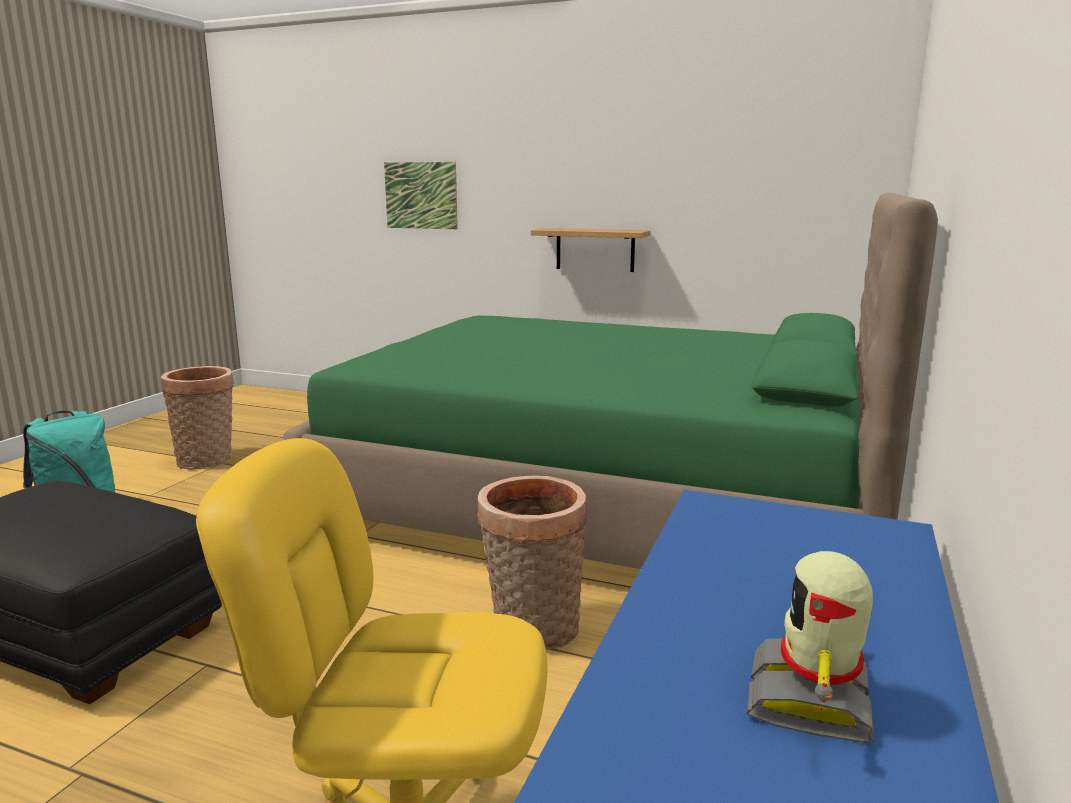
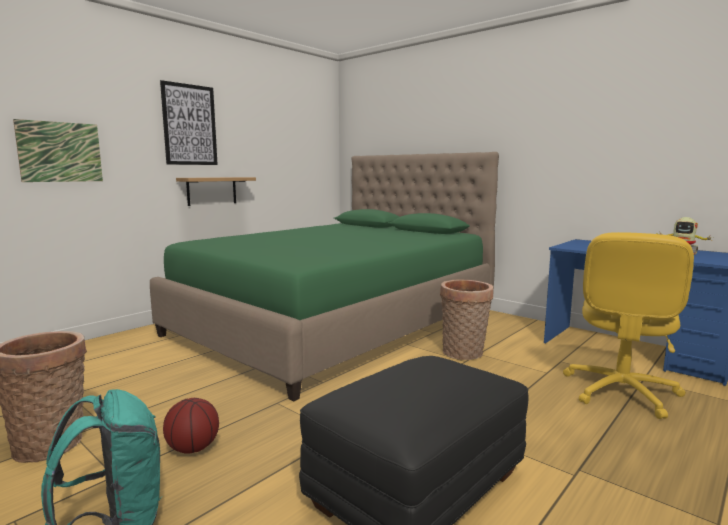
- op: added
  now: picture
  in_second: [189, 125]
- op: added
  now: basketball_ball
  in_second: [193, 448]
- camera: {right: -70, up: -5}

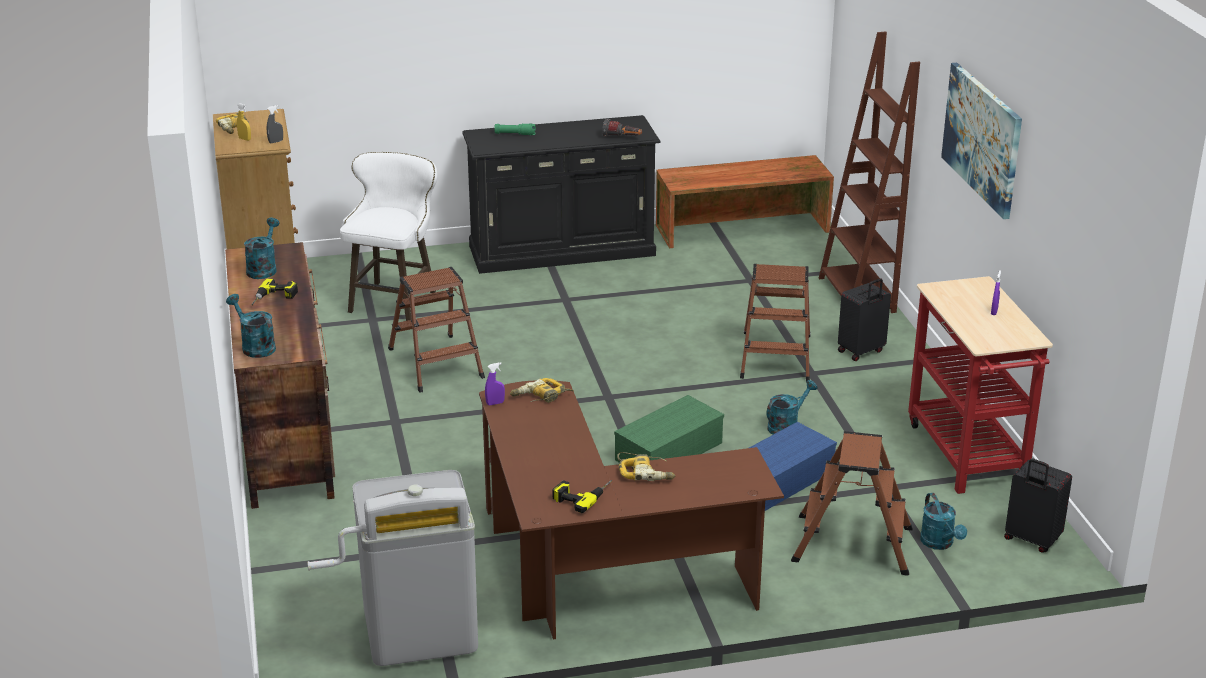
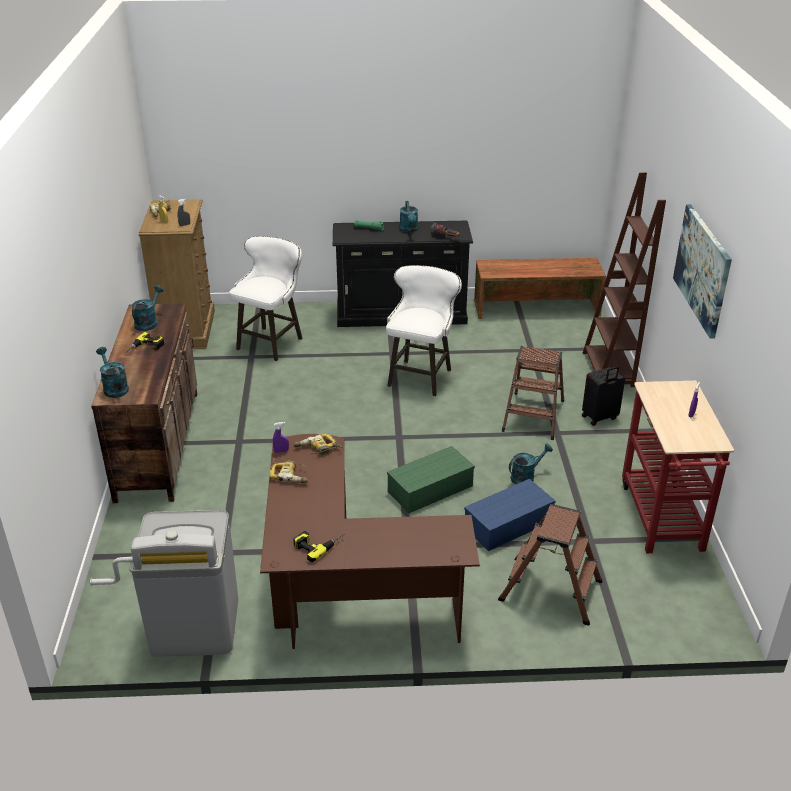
- op: moved
  was: electric_drill
  in_first: [645, 472]
  in_second: [290, 475]
- op: added
  now: whitish_stool
  in_second: [421, 376]
- op: moved
  was: turquoise-coloured_watering_pot
  in_first: [940, 544]
  in_second: [409, 230]
- op: removed
  was: brown-coloured_stepladder
  in_first: [435, 362]
- op: removed
  was: black_piece_of_luggage
  in_first: [1031, 540]
- camera: {right: 10, up: 5}

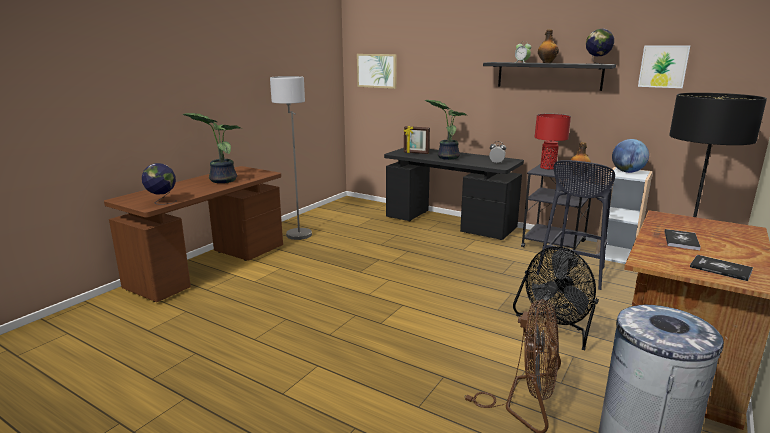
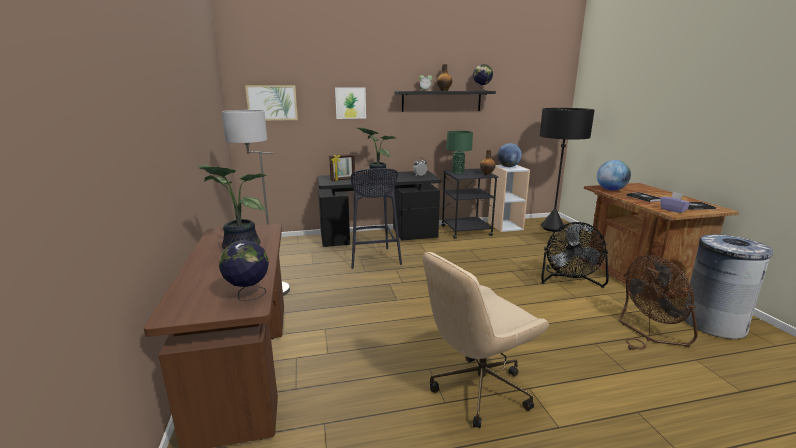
- op: moved
  was: picture
  in_first: [663, 66]
  in_second: [350, 103]
- op: moved
  was: grey_stool
  in_first: [573, 273]
  in_second: [373, 258]
- op: added
  now: beige_office_chair
  in_second: [477, 392]
- op: recoloured
  was: reddish_lamp_for_a_table
  now: green-coloured_lamp_for_a_table
  in_first: [548, 167]
  in_second: [458, 173]
- op: added
  now: world_globe
  in_second: [611, 190]
- op: added
  now: purple-coloured_tissue_holder
  in_second: [673, 210]
- camera: {right: -45, up: 0}

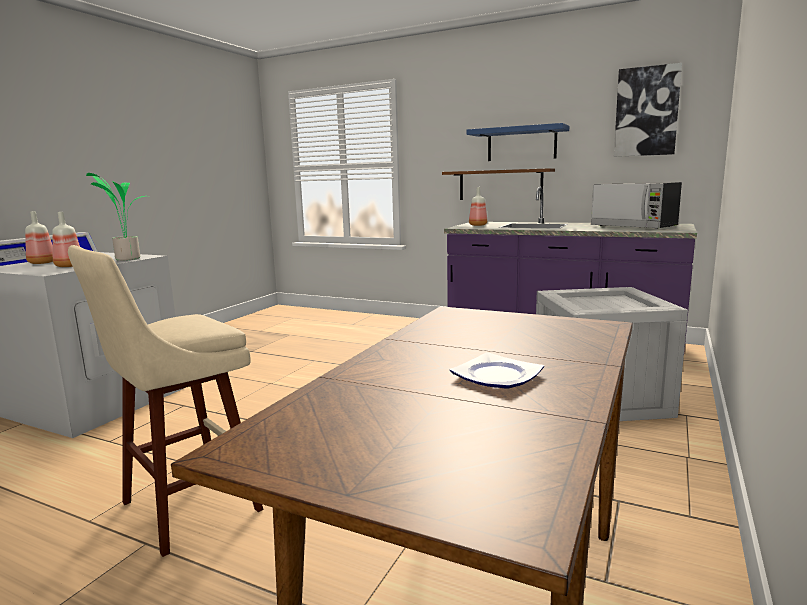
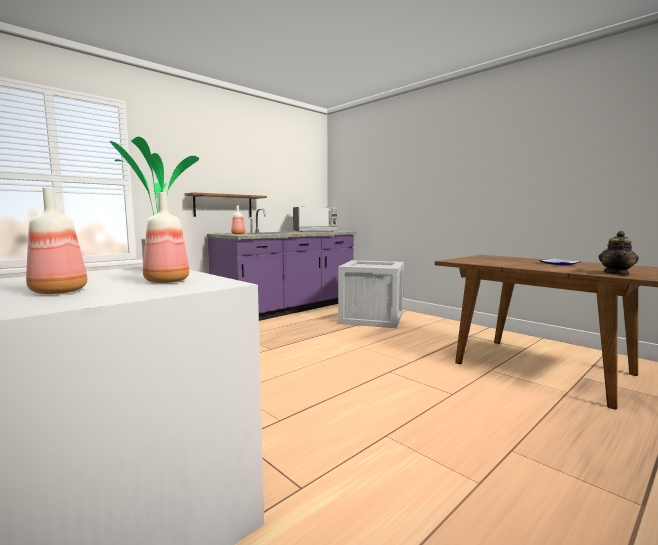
- op: added
  now: pot_for_tea
  in_second: [616, 273]
- op: removed
  was: beige_stool
  in_first: [185, 508]
- op: removed
  was: blue-coloured_shelf
  in_first: [521, 144]
- op: removed
  was: picture
  in_first: [646, 112]
- camera: {right: -70, up: -5}

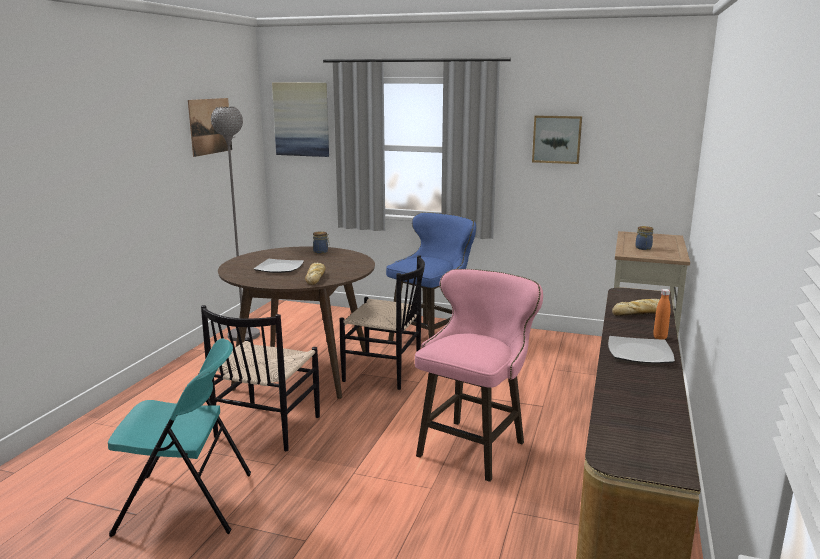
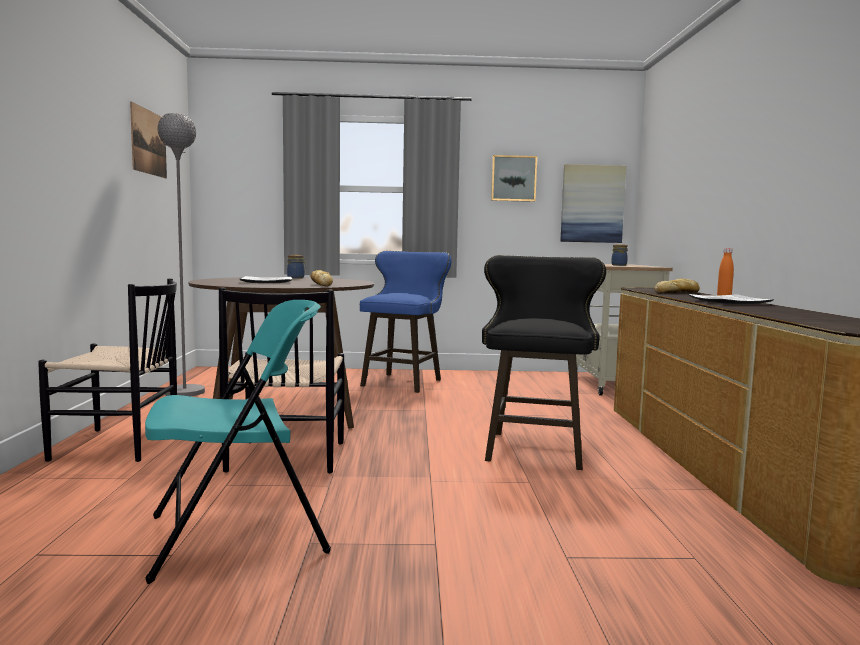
- op: moved
  was: black_chair
  in_first: [386, 372]
  in_second: [122, 445]
- op: recoloured
  was: pink-coloured_stool
  now: black_stool
  in_first: [474, 446]
  in_second: [535, 448]
- op: moved
  was: picture
  in_first: [301, 119]
  in_second: [592, 204]
- camera: {right: -20, up: -10}

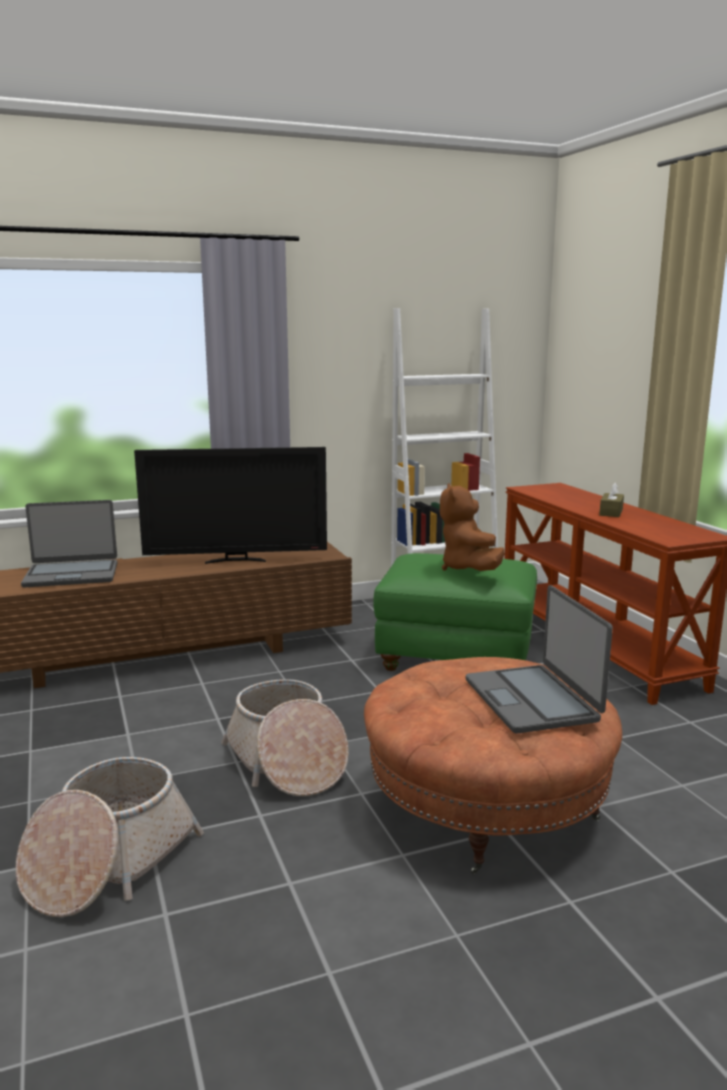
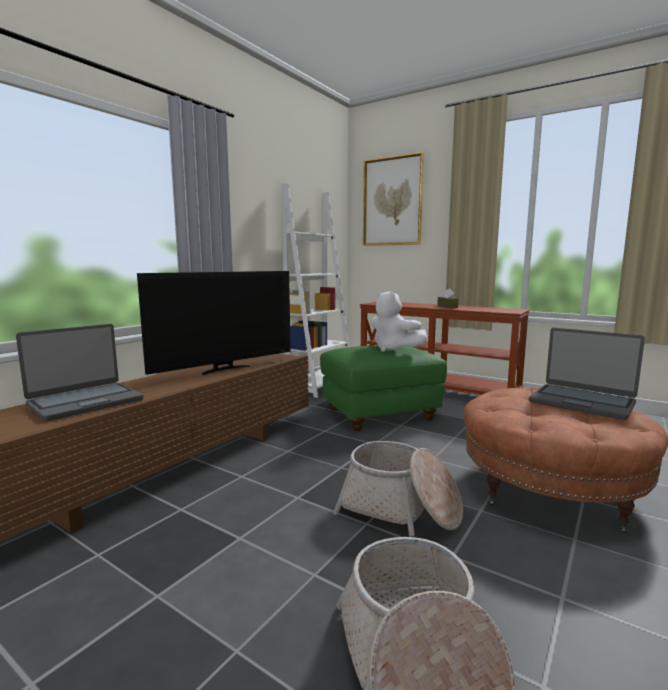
- op: added
  now: picture
  in_second: [392, 201]
- op: recoloured
  was: brown-coloured_cuddly_toy
  now: whitish_cuddly_toy
  in_first: [468, 569]
  in_second: [393, 349]
- camera: {right: -35, up: -5}

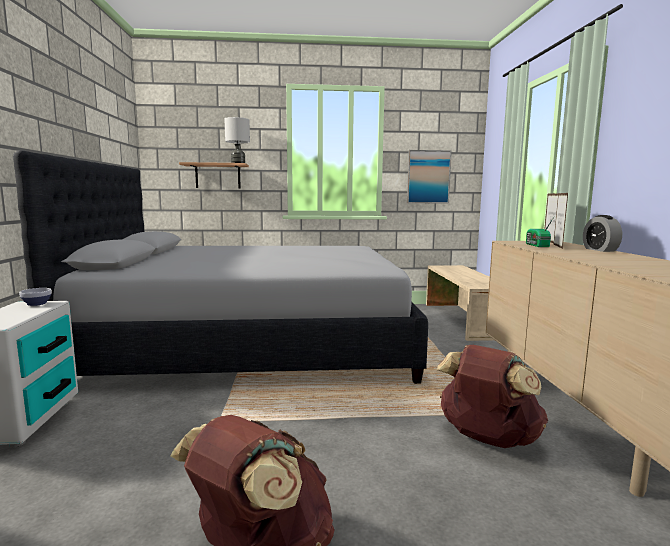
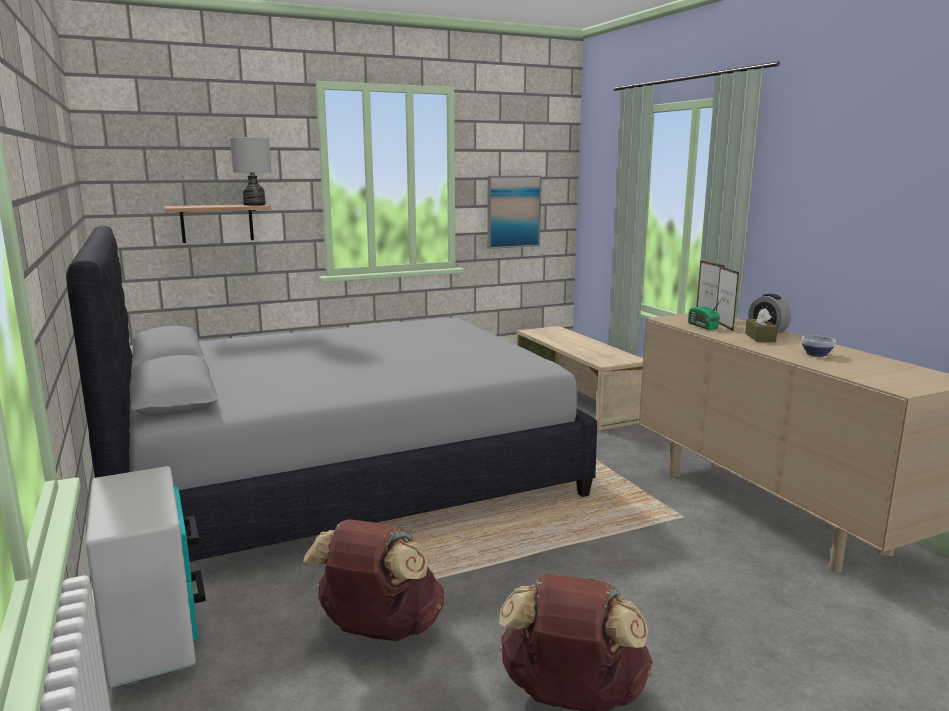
- op: moved
  was: brown-coloured_rucksack
  in_first: [487, 439]
  in_second: [379, 631]
- op: added
  now: brown-coloured_tissue_holder
  in_second: [760, 338]
- op: moved
  was: serving_bowl
  in_first: [38, 303]
  in_second: [816, 354]
- camera: {right: -20, up: 5}

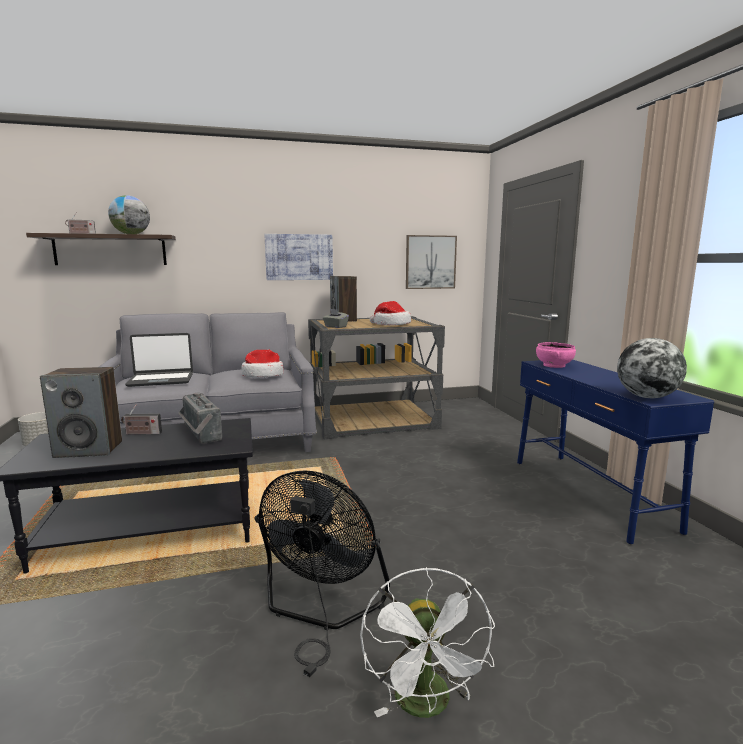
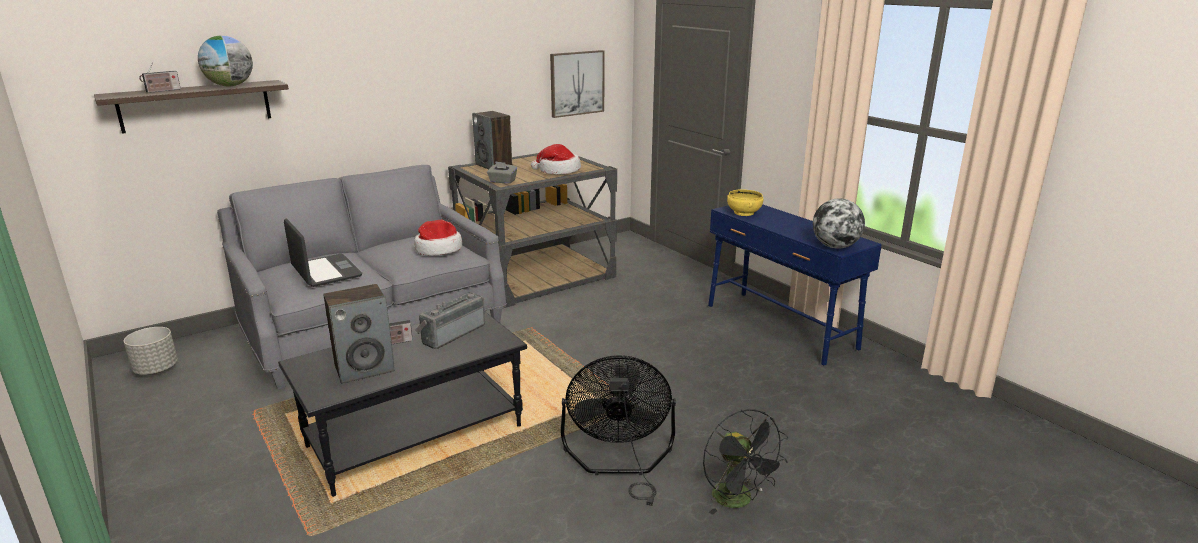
- op: turned
  was: portable_computer
  in_first: [161, 380]
  in_second: [325, 272]
  clockwise: -90
- op: turned
  was: radio
  in_first: [198, 433]
  in_second: [452, 333]
  clockwise: 90
- op: recoloured
  was: whitish_fan
  now: black_fan
  in_first: [426, 706]
  in_second: [738, 501]
- op: recoloured
  was: pink-coloured_serving_bowl
  now: yellowish_serving_bowl
  in_first: [553, 365]
  in_second: [743, 213]
- op: removed
  was: picture
  in_first: [299, 257]
- camera: {right: -20, up: 10}

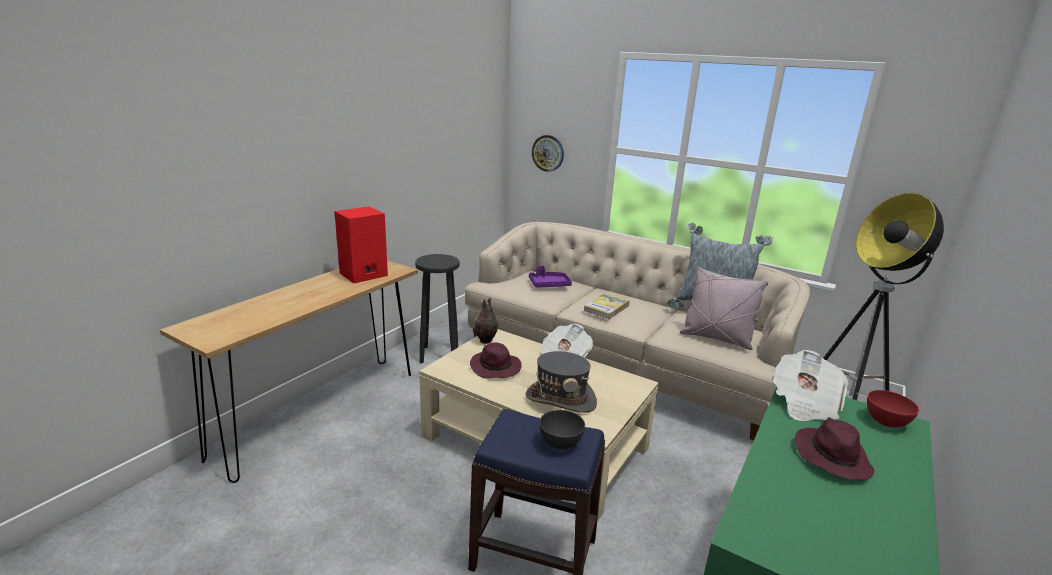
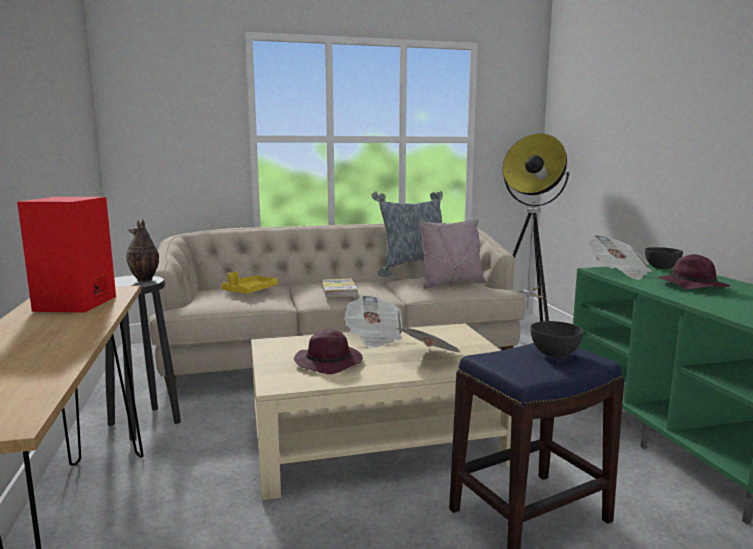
- op: moved
  was: flower_vase
  in_first: [485, 341]
  in_second: [144, 280]
- op: recoloured
  was: purple-coloured_carrying_tray
  now: yellowish_carrying_tray
  in_first: [549, 284]
  in_second: [249, 291]
- op: replaced
  was: grey_wearable_hat
  now: printed_paper
  in_first: [561, 399]
  in_second: [431, 358]
- op: recoloured
  was: reddish_serving_bowl
  now: grey_serving_bowl
  in_first: [886, 422]
  in_second: [661, 268]
- op: removed
  was: wall_clock
  in_first: [548, 153]
- camera: {right: -45, up: -10}

